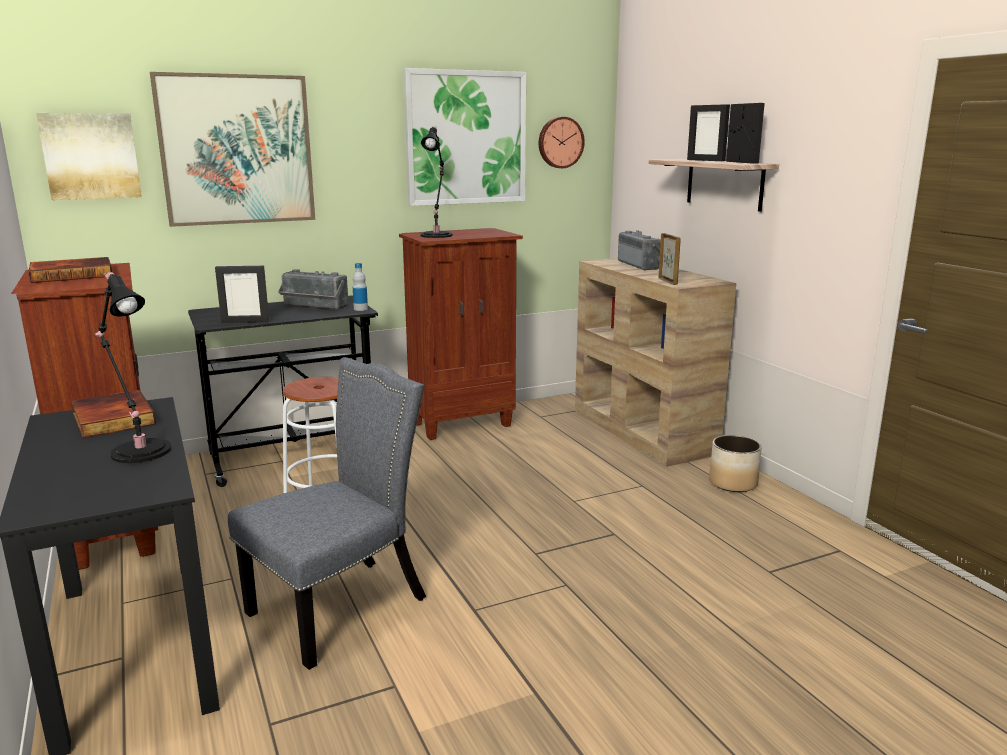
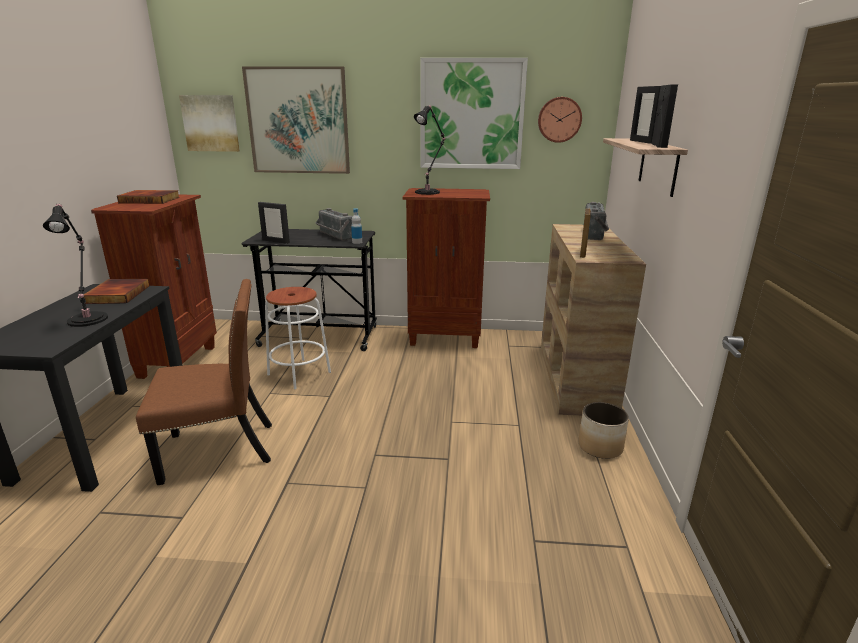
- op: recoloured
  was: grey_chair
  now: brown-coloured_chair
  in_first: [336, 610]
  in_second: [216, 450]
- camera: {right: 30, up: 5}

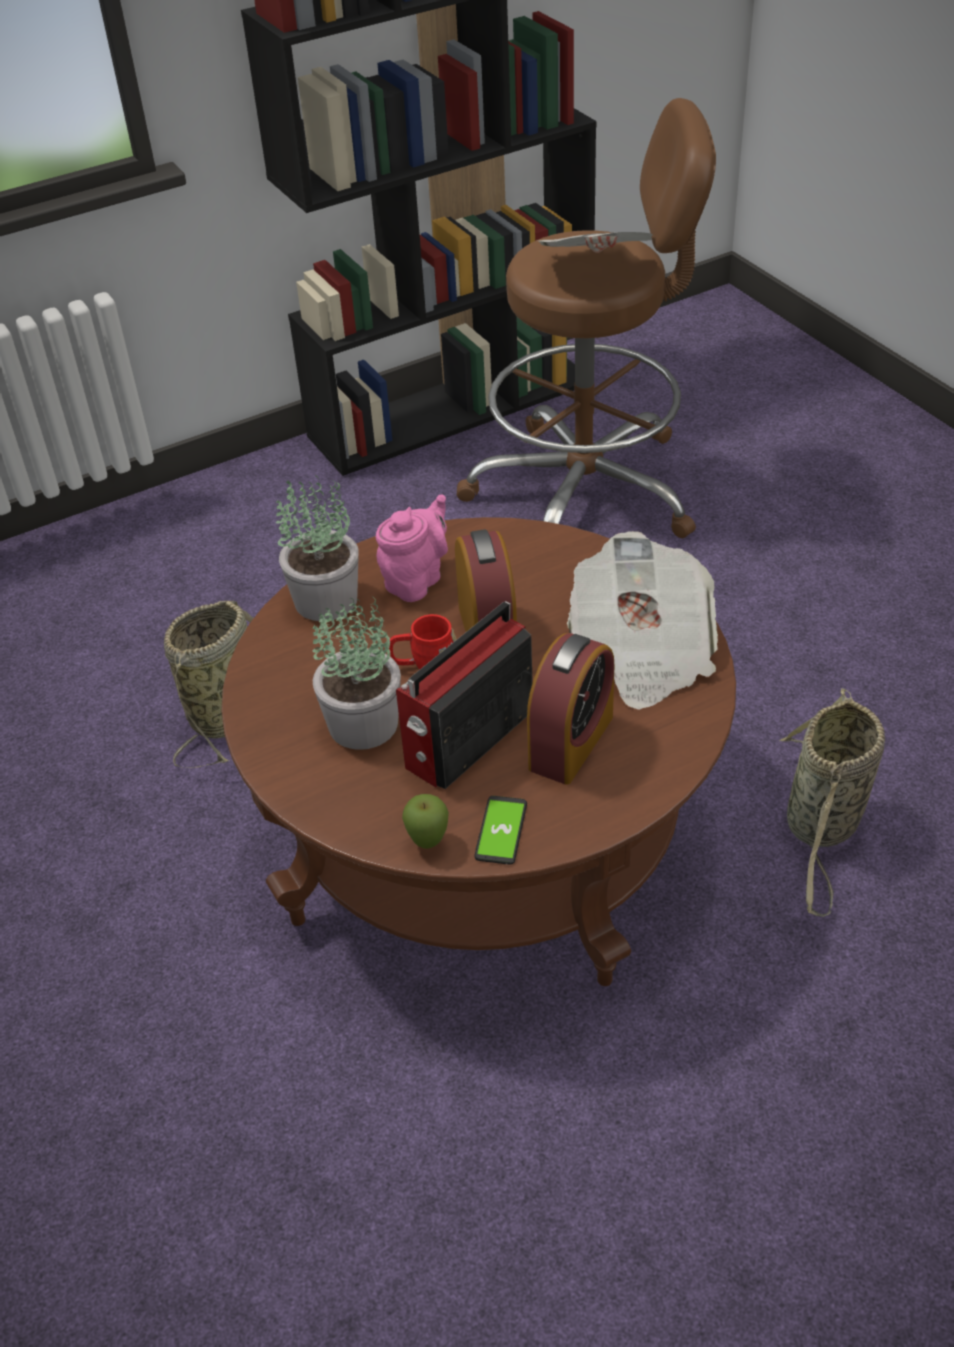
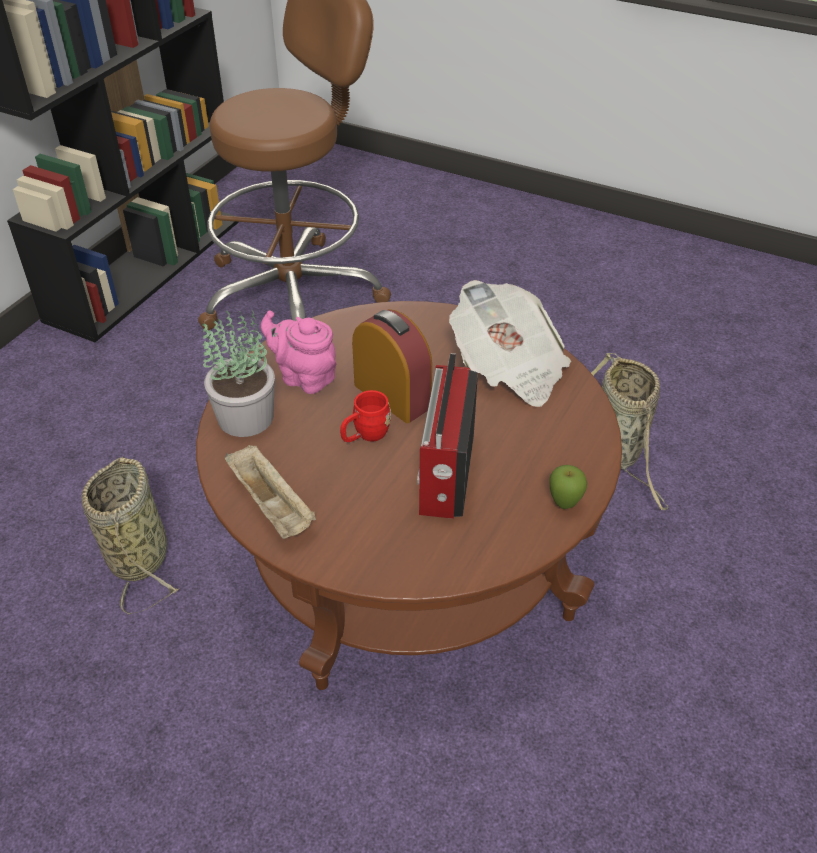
- op: added
  now: beige_carrying_tray
  in_second: [272, 506]
- op: turned
  was: pink-coloured_pot_for_tea
  in_first: [416, 580]
  in_second: [304, 377]
  clockwise: -60
- op: moved
  was: whole_apple
  in_first: [428, 842]
  in_second: [564, 504]
- op: removed
  was: potted_plant
  in_first: [365, 724]
- op: removed
  was: handset
  in_first: [501, 831]
- op: removed
  was: alarm_clock
  in_first: [571, 742]
- op: removed
  was: printed_paper
  in_first: [597, 272]
- camera: {right: -35, up: 0}

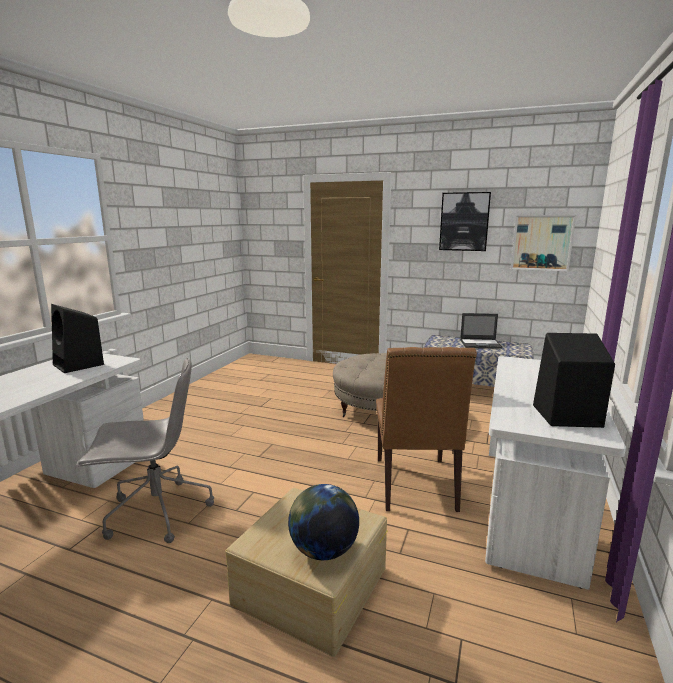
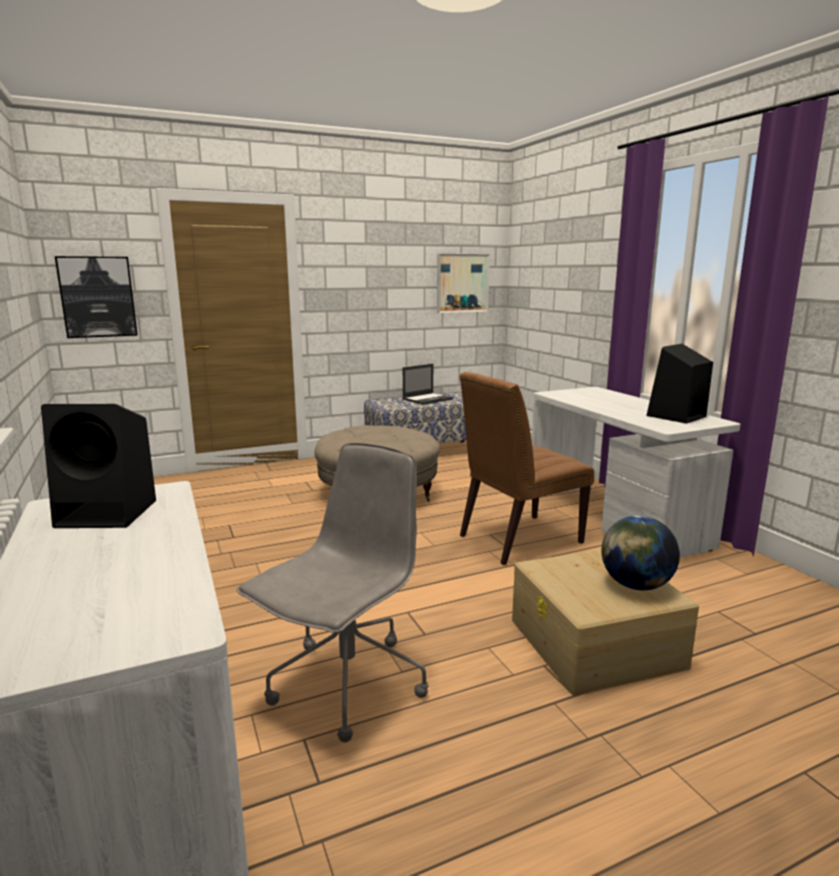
- op: moved
  was: picture
  in_first: [464, 221]
  in_second: [98, 297]
- op: turned
  was: brown-coloured_chair
  in_first: [414, 483]
  in_second: [521, 539]
  clockwise: 105
- camera: {right: -45, up: 0}

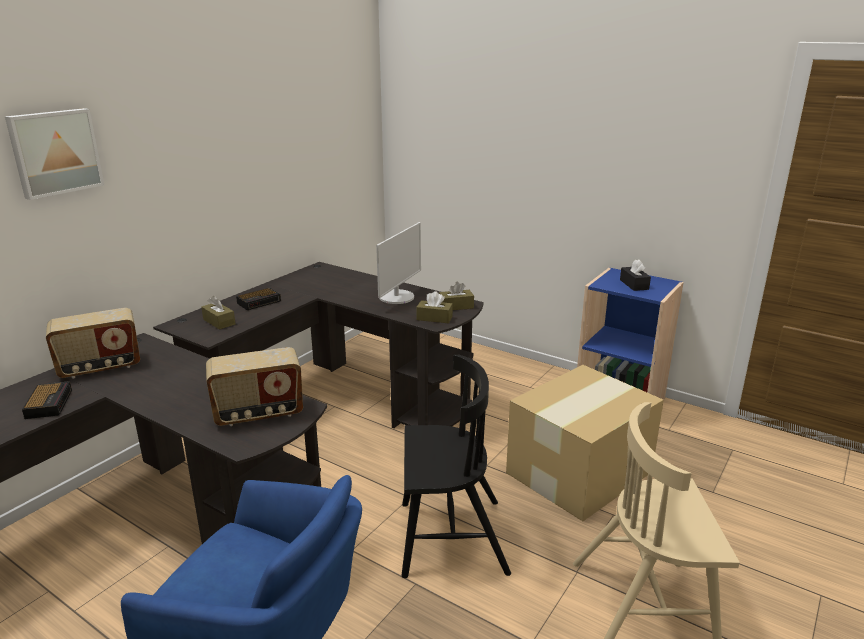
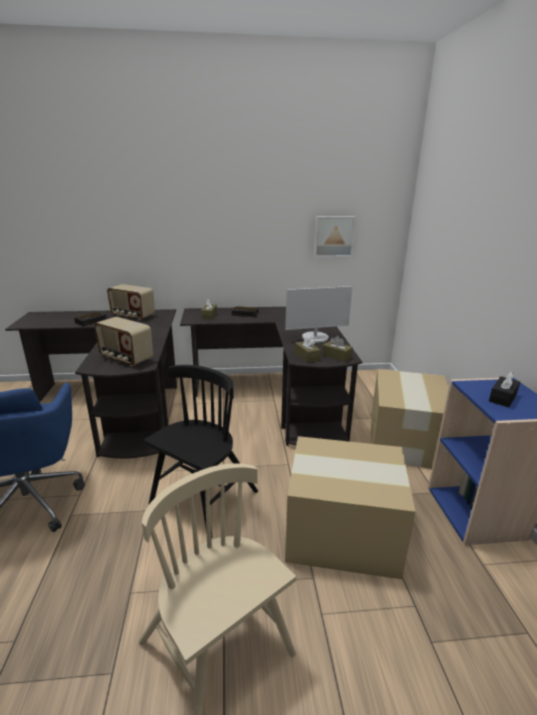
- op: turned
  was: black_chair
  in_first: [445, 537]
  in_second: [200, 500]
  clockwise: -105
- op: moved
  was: picture
  in_first: [55, 152]
  in_second: [333, 236]
- op: added
  now: cardboard_box
  in_second: [404, 441]
- camera: {right: 50, up: 0}

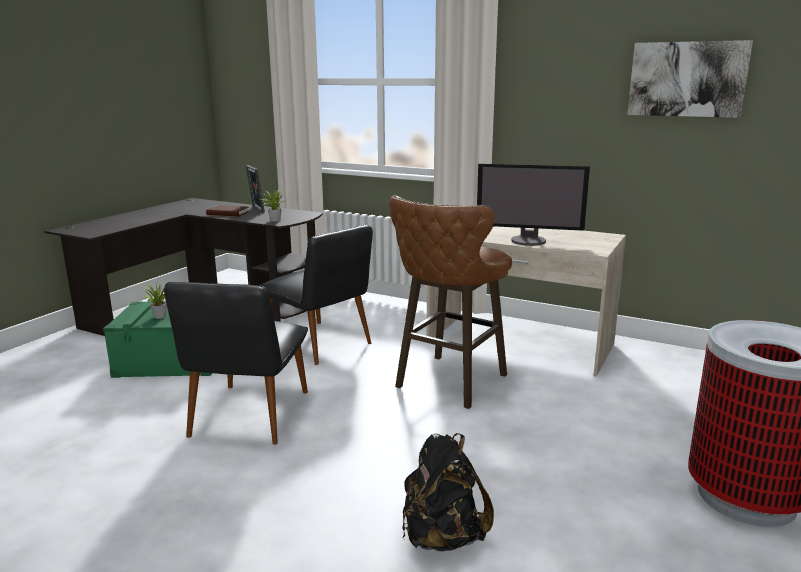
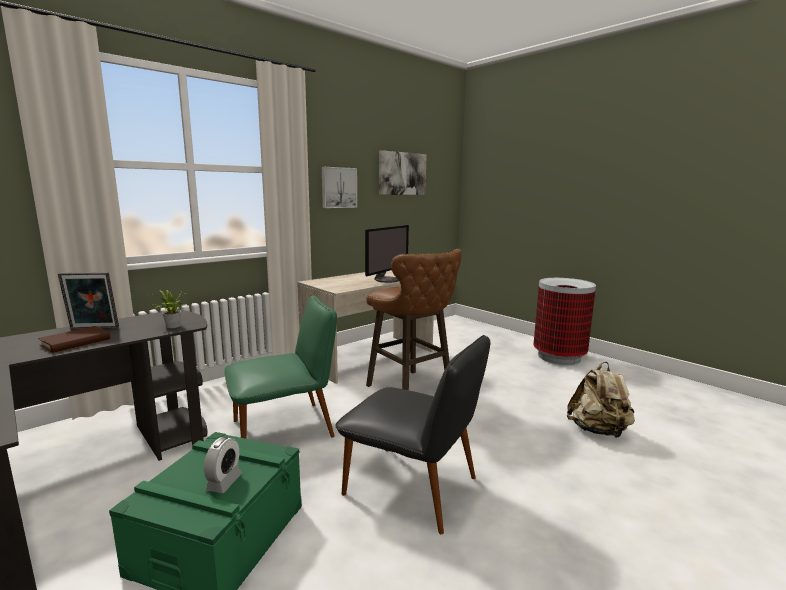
- op: replaced
  was: potted_plant
  now: alarm_clock
  in_first: [159, 317]
  in_second: [224, 482]
- op: recoloured
  was: black_chair
  now: green-coloured_chair
  in_first: [318, 342]
  in_second: [283, 428]
- op: added
  now: picture
  in_second: [338, 187]
- op: recoloured
  was: black_rucksack
  now: beige_rucksack
  in_first: [442, 537]
  in_second: [598, 431]
- camera: {right: -70, up: -5}

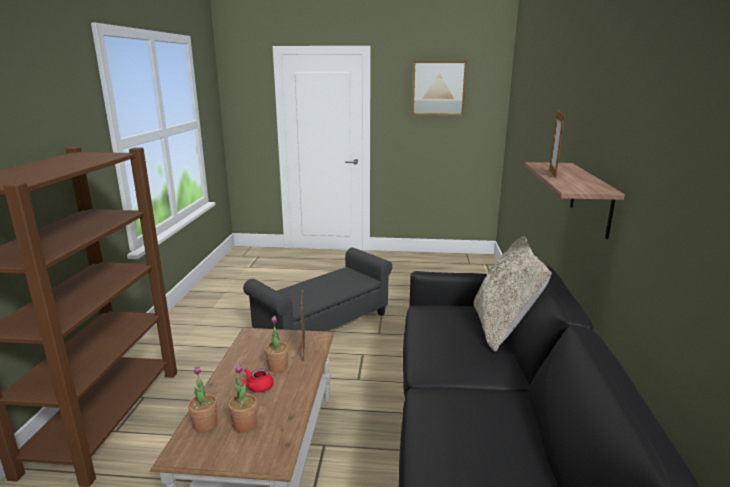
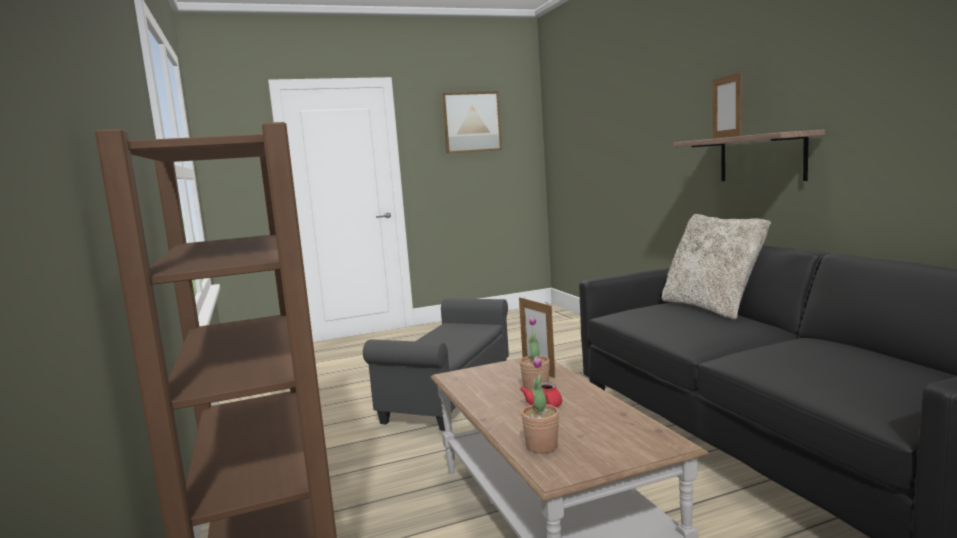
- op: removed
  was: potted_plant
  in_first: [245, 424]
- camera: {right: -25, up: -10}

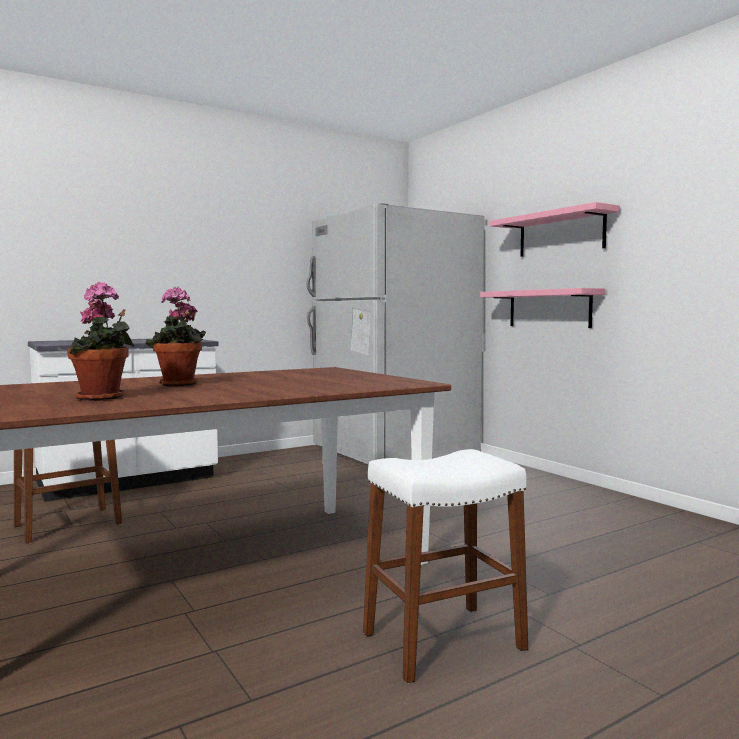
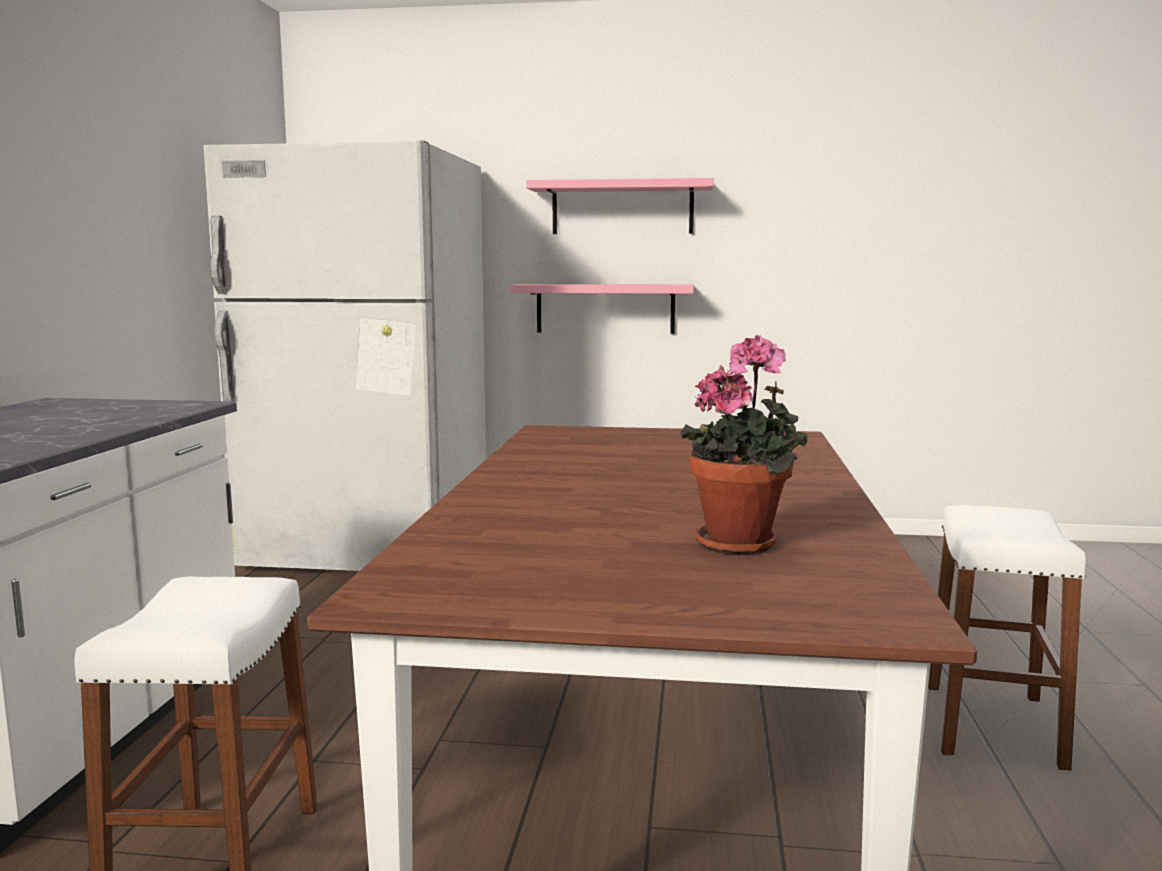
- op: removed
  was: potted_plant
  in_first: [179, 385]
- camera: {right: -50, up: 5}

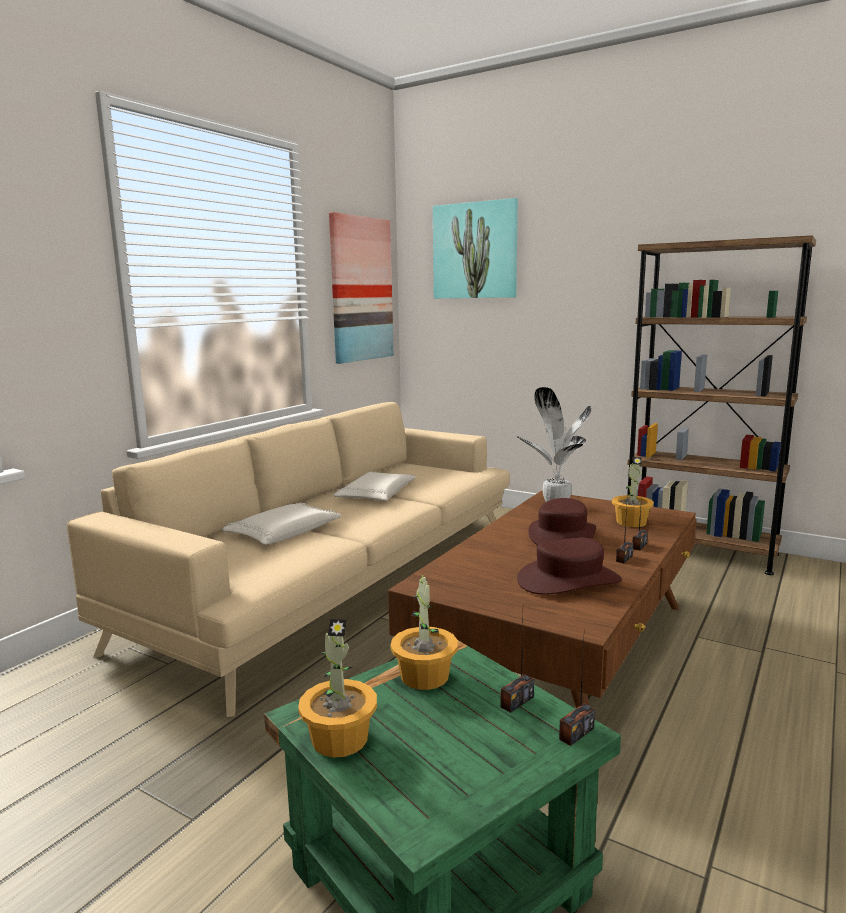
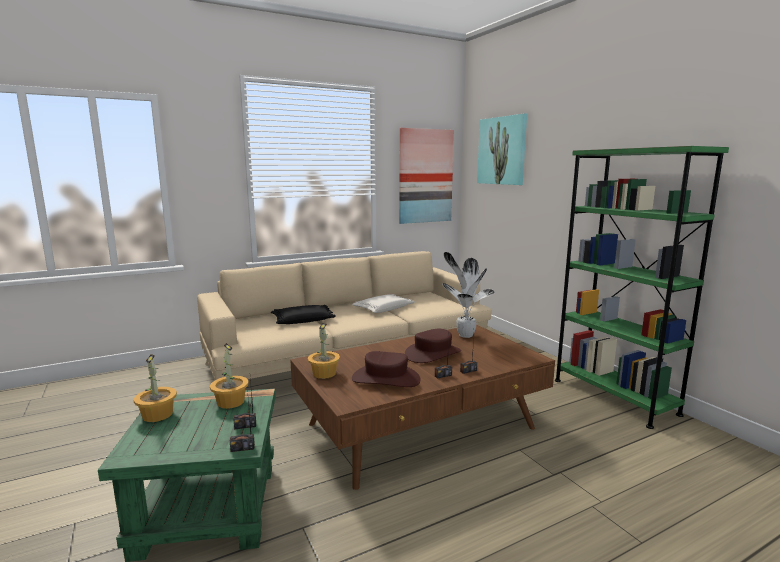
- op: recoloured
  was: whitish_pillow
  now: black_pillow
  in_first: [284, 530]
  in_second: [303, 319]
- op: moved
  was: potted_plant
  in_first: [631, 522]
  in_second: [324, 373]
- op: recoloured
  was: brown-coloured_shelving_unit
  now: green-coloured_shelving_unit
  in_first: [699, 551]
  in_second: [614, 396]
- camera: {right: 30, up: 0}

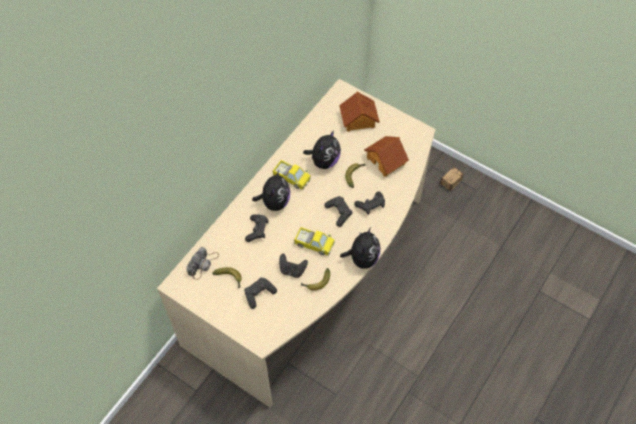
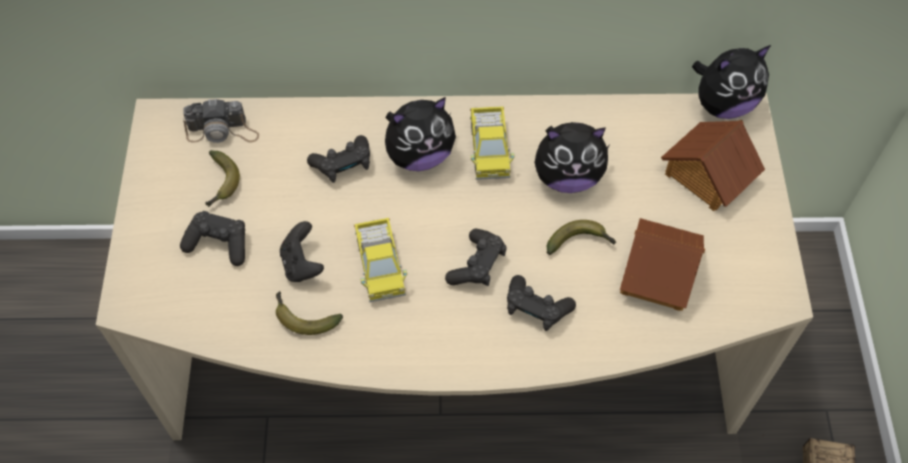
- op: moved
  was: cuddly_toy
  in_first: [362, 258]
  in_second: [723, 104]
- camera: {right: 55, up: 0}

